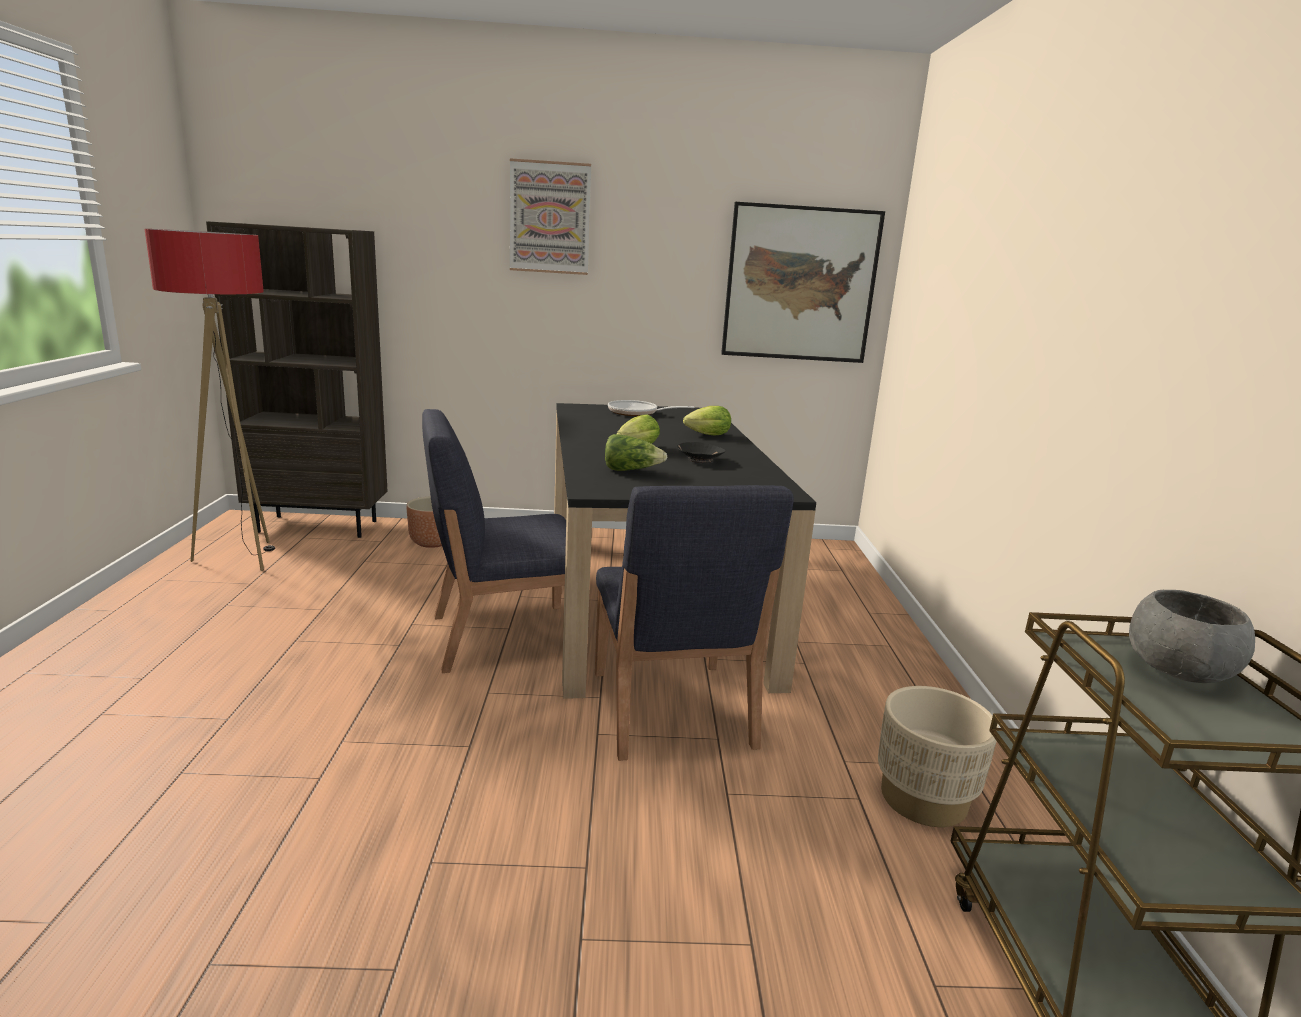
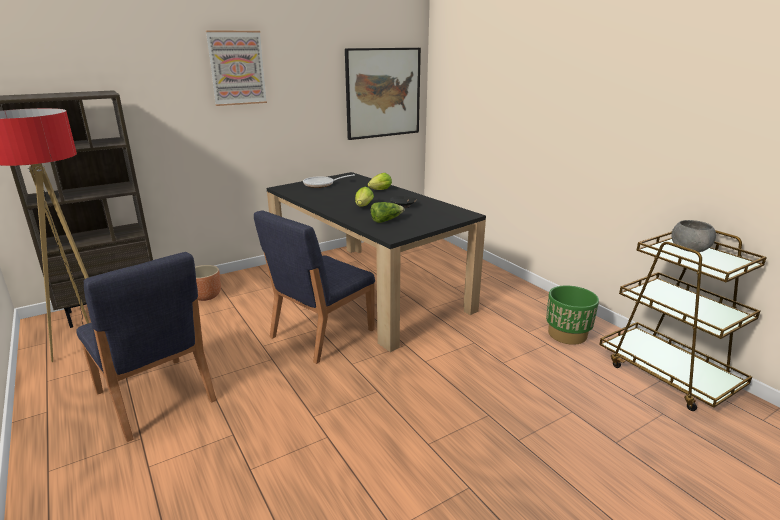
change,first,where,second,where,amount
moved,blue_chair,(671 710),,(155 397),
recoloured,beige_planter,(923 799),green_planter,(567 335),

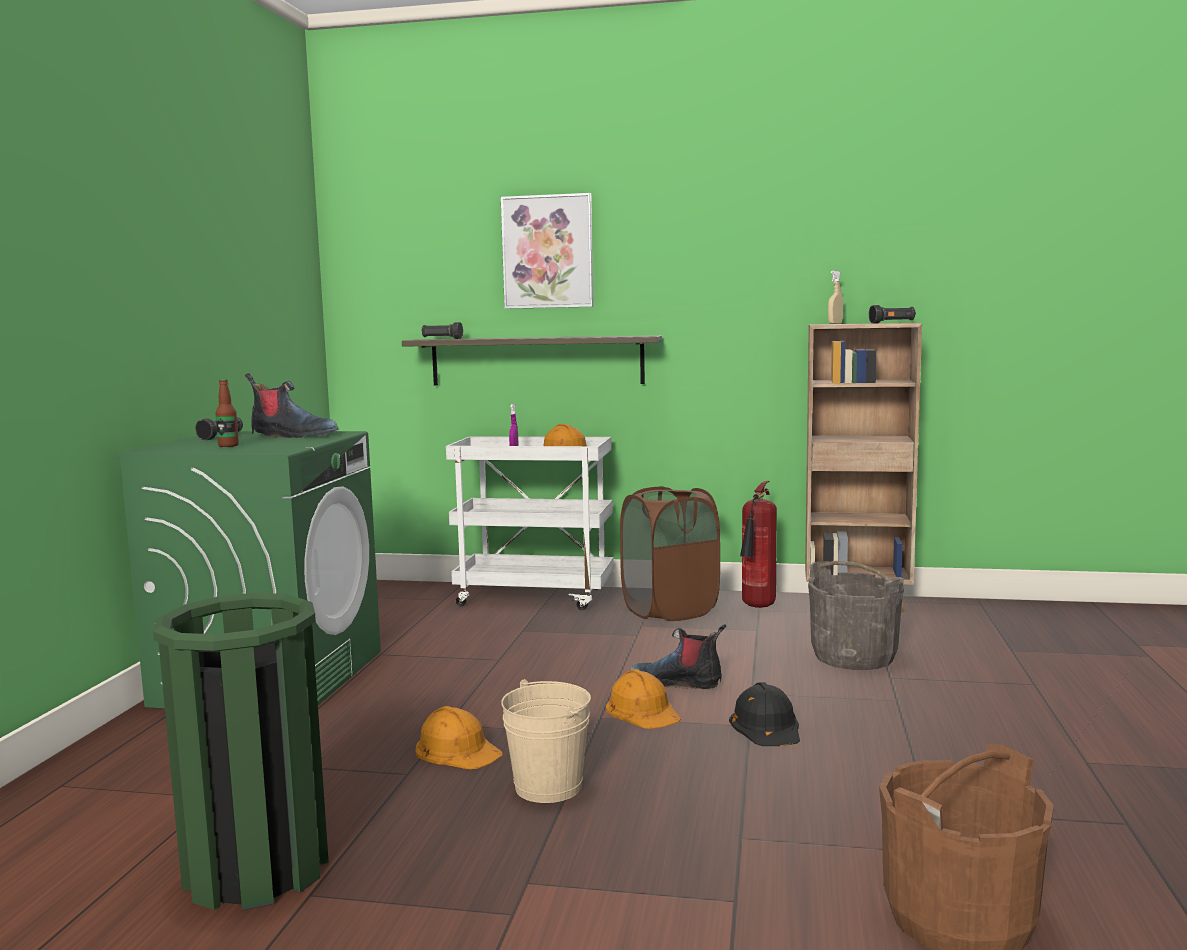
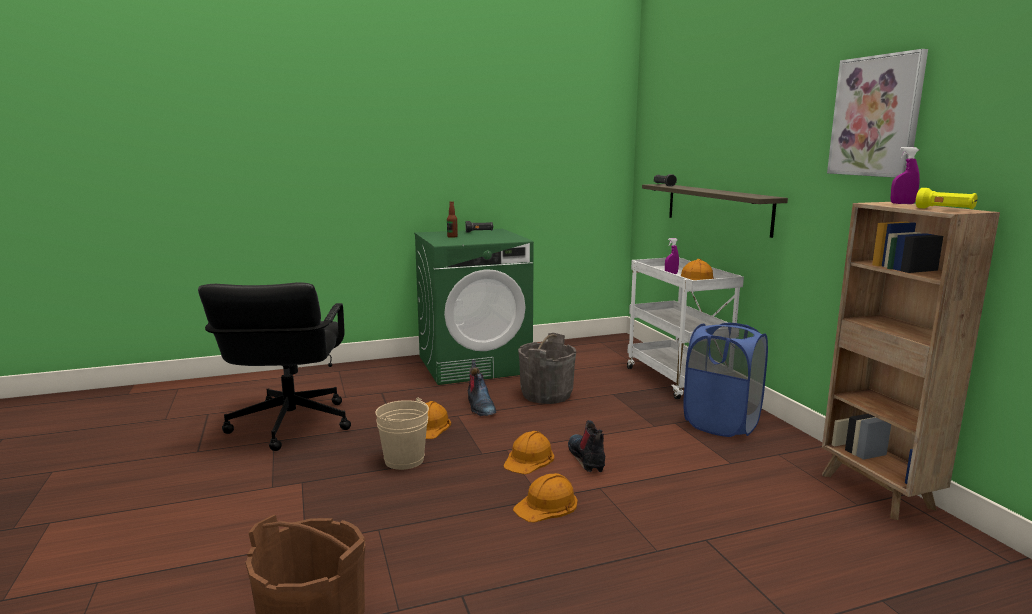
change,first,where,second,where,amount
removed,fire_extinguisher,(757 607),,,
moved,boot,(292 435),,(480 406),
moved,picture,(548 252),,(876 116),
moved,grey_bucket,(854 656),,(546 394),
replaced,green_trash_can,(256 869),black_office_chair,(289 425),
recoloured,brown_laundry_basket,(670 610),blue_laundry_basket,(721 424),
recoloured,black_hard_hat,(766 726),orange_hard_hat,(547 505),
recoloured,beige_spray_bottle,(835 323),purple_spray_bottle,(902 203),
recoloured,black_flashlight,(892 323),yellow_flashlight,(945 210),

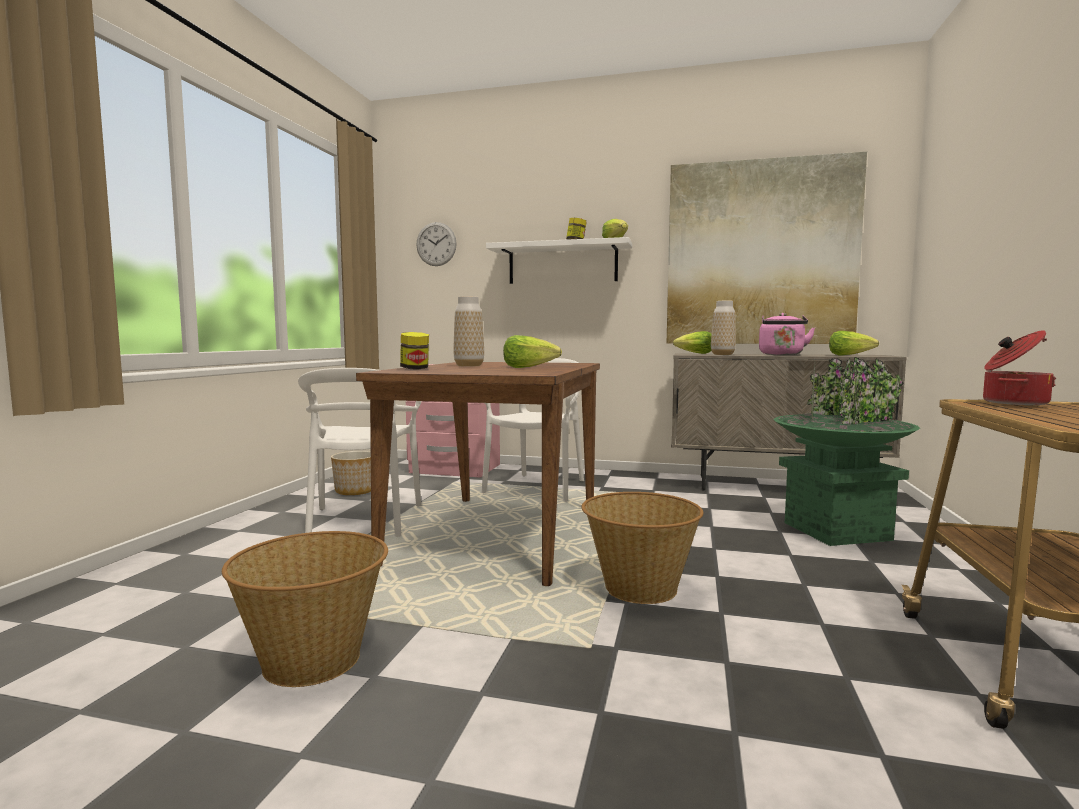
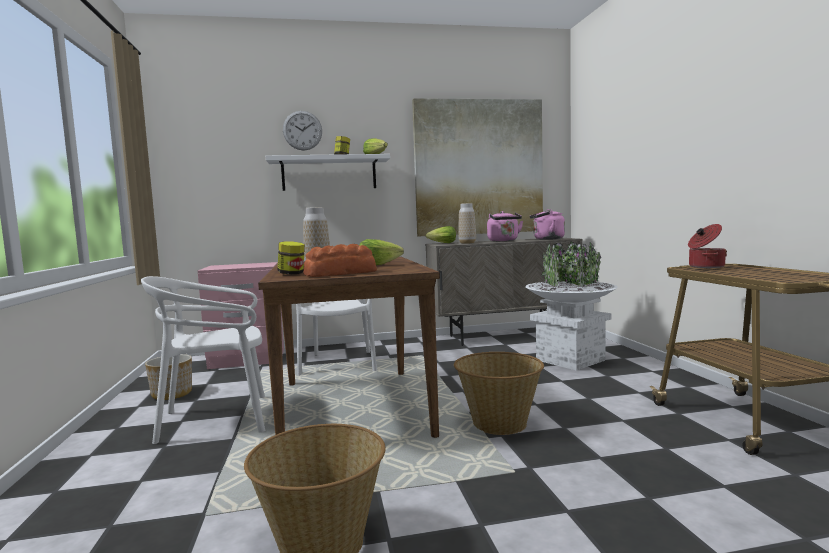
change,first,where,second,where,amount
added,,,bread,(341 273),
moved,wall_clock,(436 244),,(302 130),
replaced,lettuce,(850 355),pink_kettle,(546 239),
recoloured,green_planter,(836 531),white_planter,(570 360),
turned,white_chair,(363 521),,(216 419),105 degrees clockwise

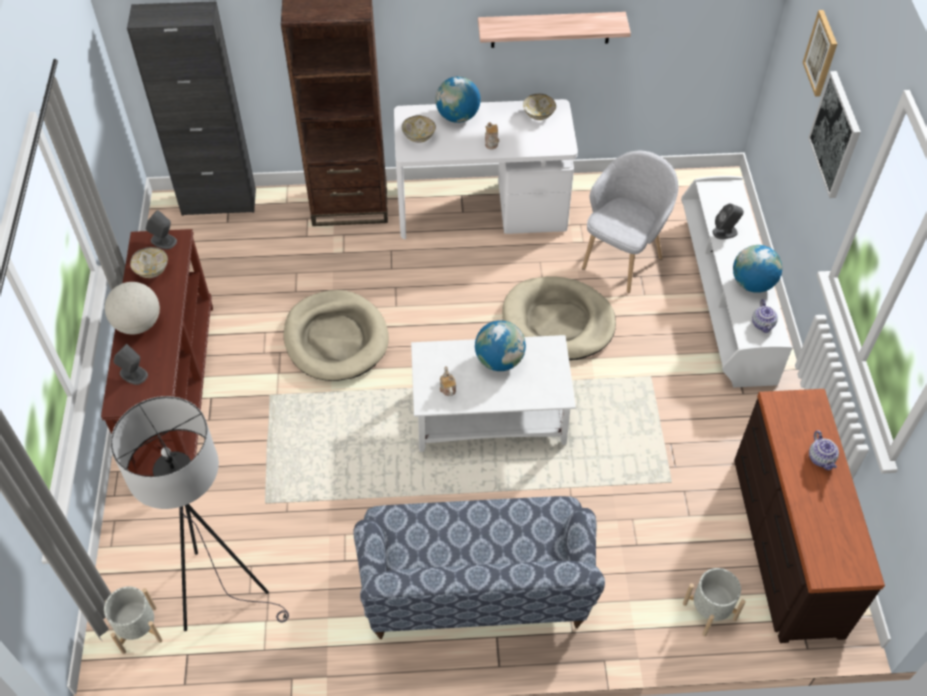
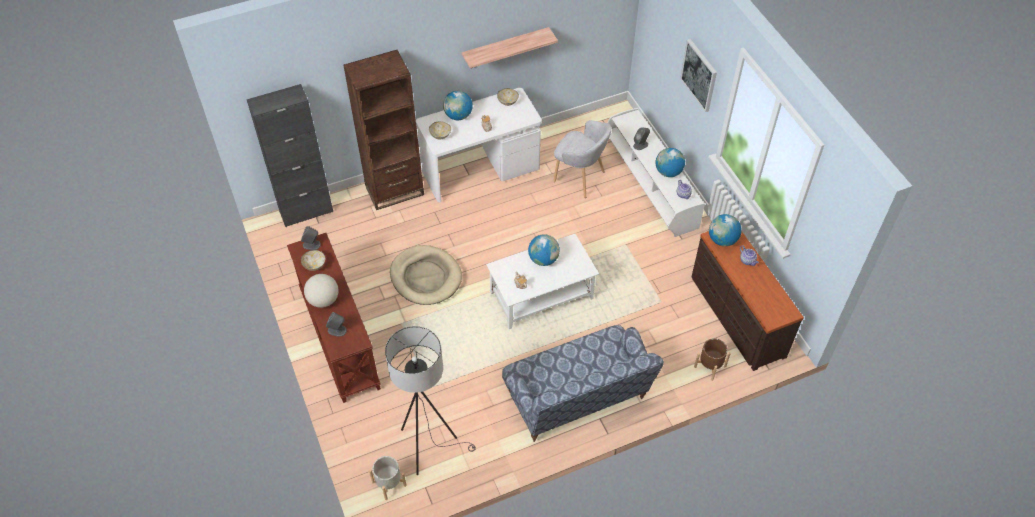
change,first,where,second,where,amount
removed,beige_dog_bed,(557 322),,,
removed,picture,(821 53),,,
added,,,globe,(722 240),
recoloured,grey_planter,(709 611),brown_planter,(710 366),
turned,grey_armchair,(622 260),,(580 178),105 degrees clockwise

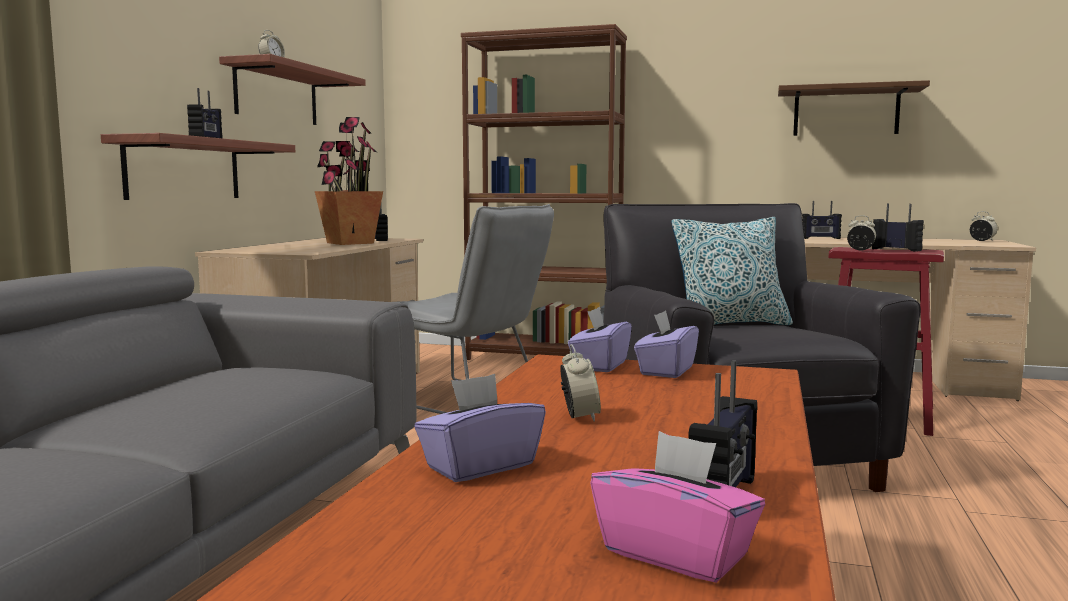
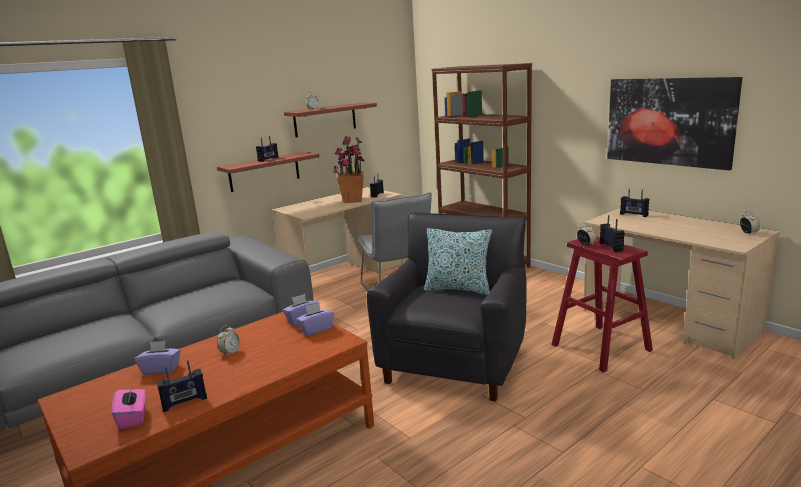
change,first,where,second,where,amount
replaced,brown_shelf,(846 112),picture,(669 121),

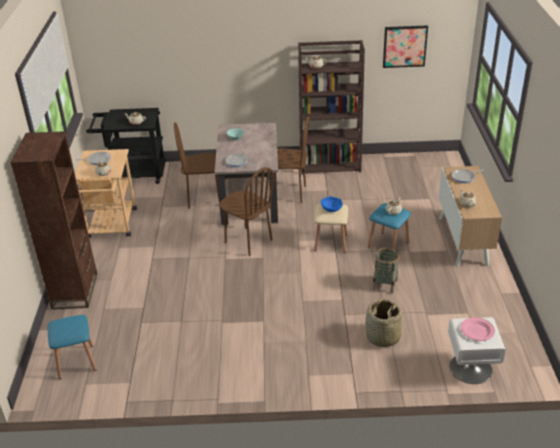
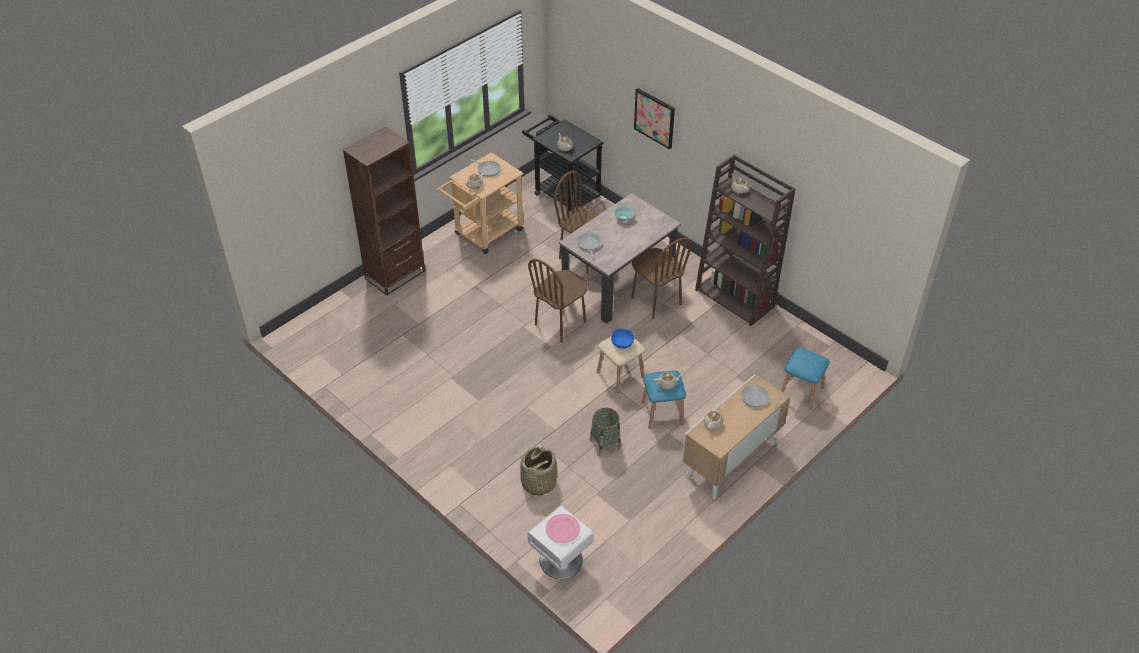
change,first,where,second,where,amount
moved,blue_stool,(76 361),,(801 392),
moved,picture,(404 46),,(655 118),
turned,brown_chair,(248 241),,(560 323),45 degrees clockwise

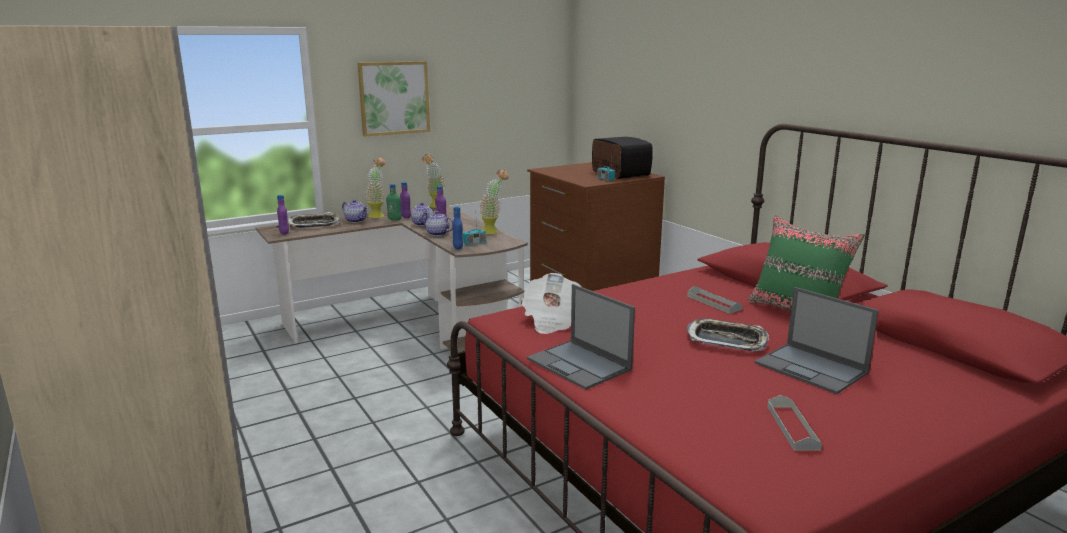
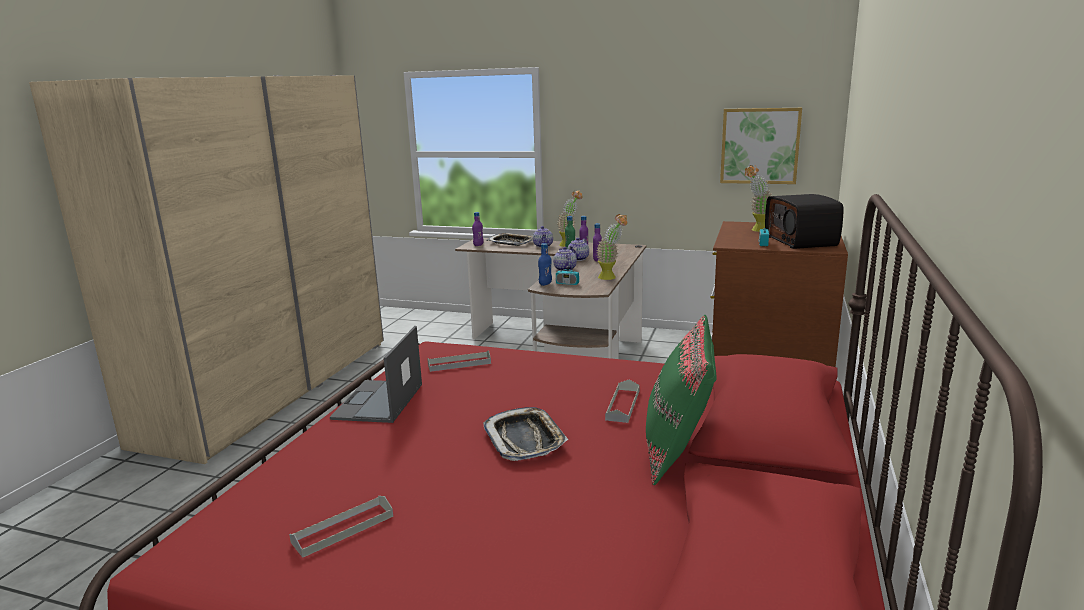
change,first,where,second,where,amount
removed,laptop,(812 368),,,
moved,picture,(394 98),,(760 146),
moved,potted_plant,(435 207),,(756 230),
replaced,newspaper,(552 320),grey_tray,(459 364),
turned,radio,(619 173),,(802 241),150 degrees clockwise

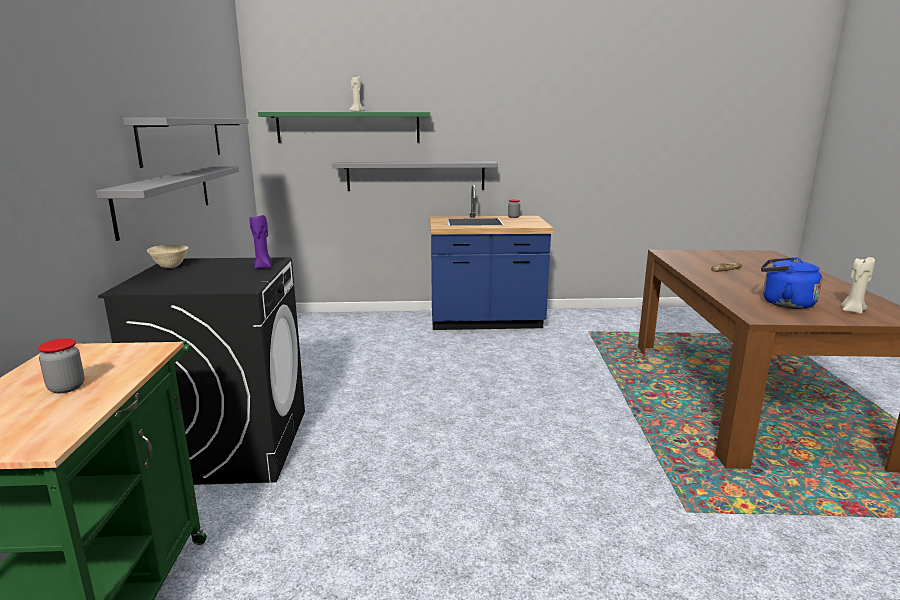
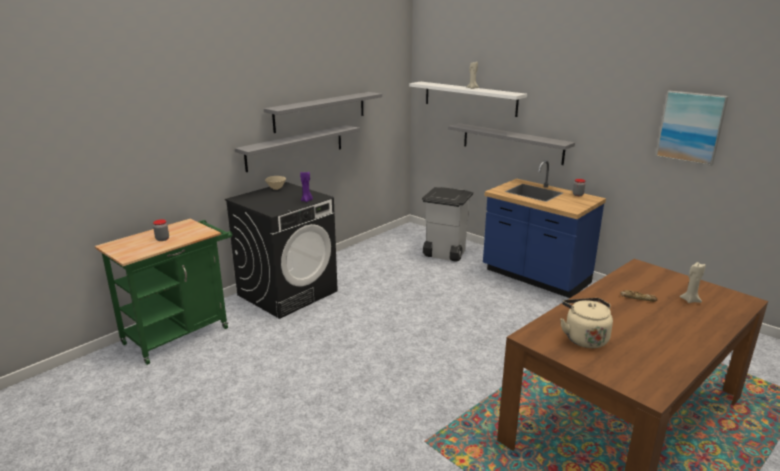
change,first,where,second,where,amount
added,,,grey_trash_can,(444 254),
added,,,picture,(690 127),
moved,beige_candle,(852 311),,(690 300),
recoloured,green_shelf,(348 127),white_shelf,(469 98),
recoloured,blue_kettle,(784 303),beige_kettle,(584 338),

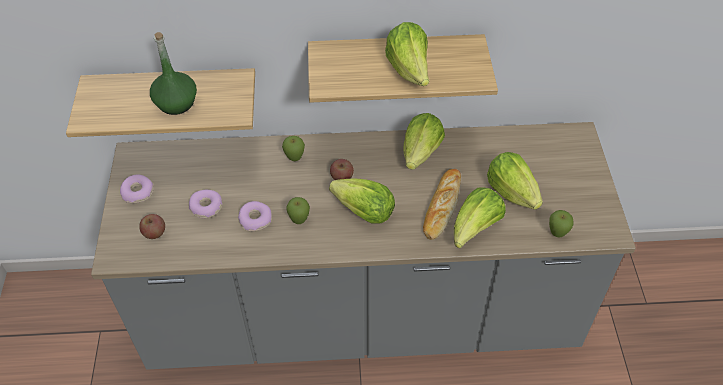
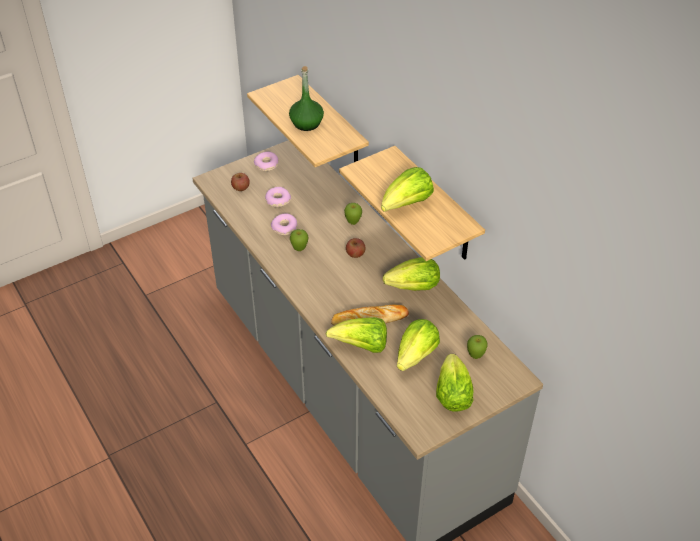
change,first,where,second,where,amount
moved,lettuce,(364 212),,(452 395),
moved,apple,(557 234),,(475 356),

